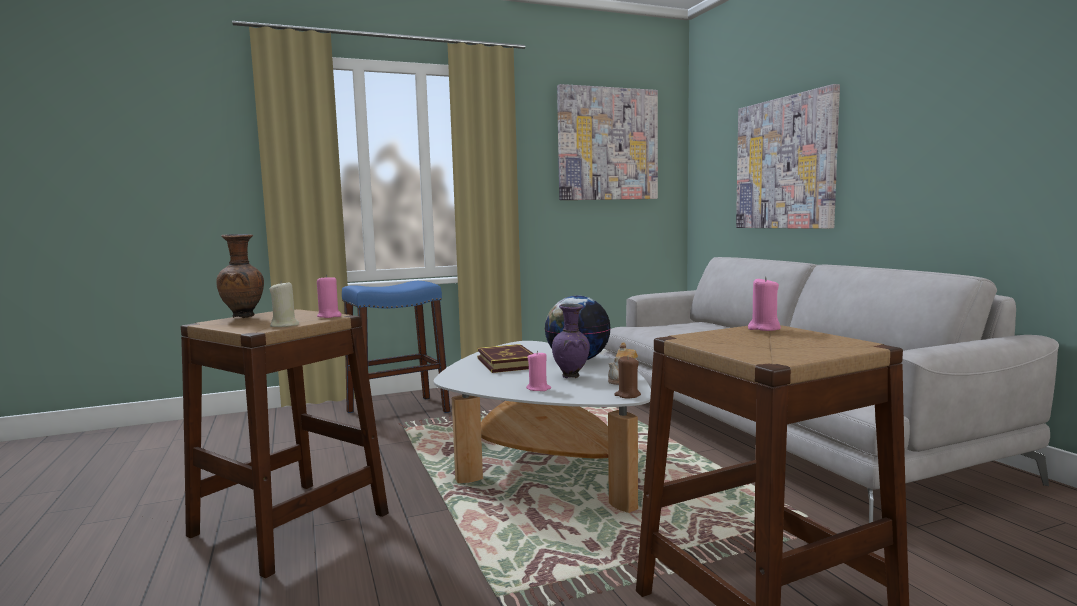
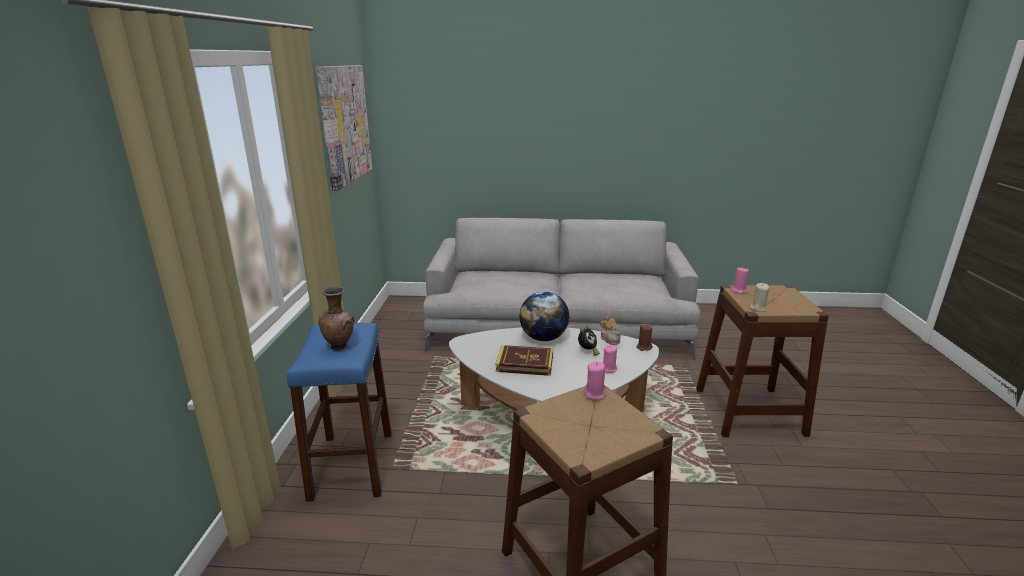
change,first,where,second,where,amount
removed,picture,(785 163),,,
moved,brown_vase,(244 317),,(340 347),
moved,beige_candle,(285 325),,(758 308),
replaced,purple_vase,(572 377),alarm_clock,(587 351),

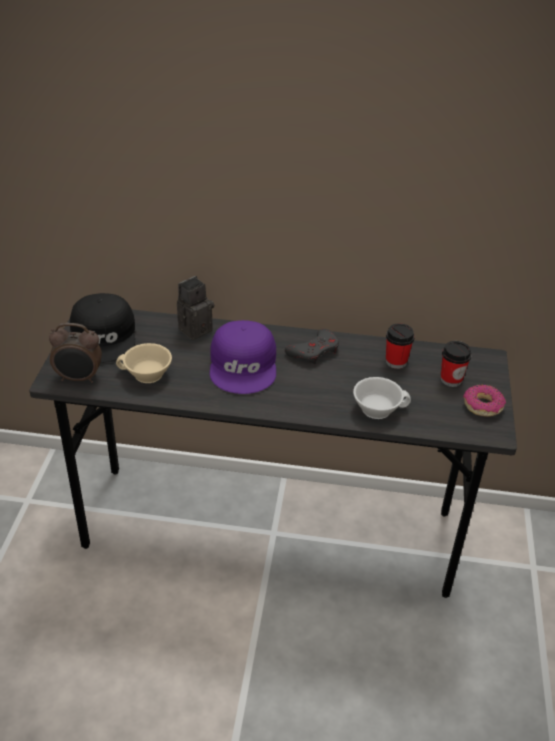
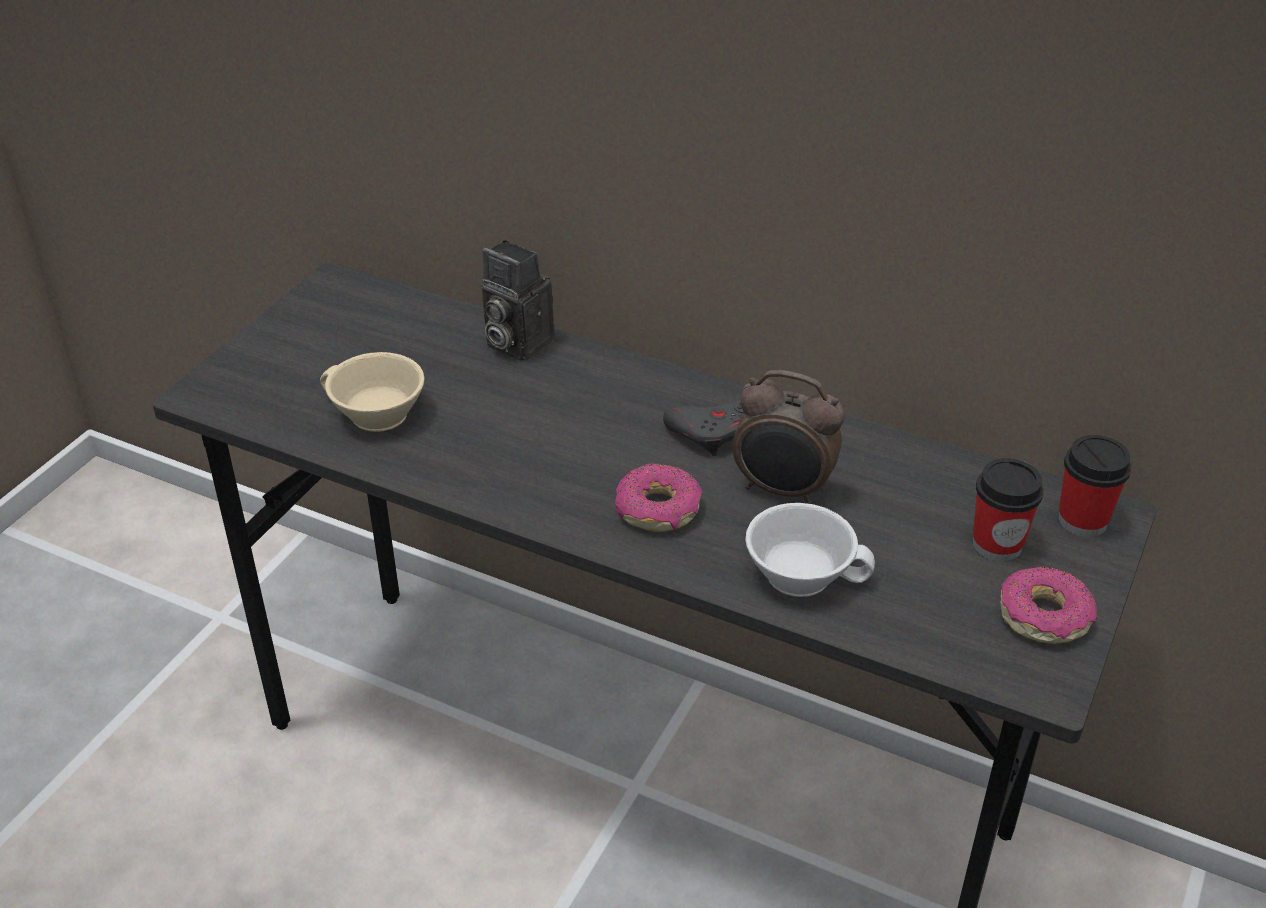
change,first,where,second,where,amount
removed,black_cap,(104 336),,,
removed,purple_cap,(244 365),,,
added,,,donut,(658 510),
moved,alarm_clock,(79 378),,(782 490),
moved,cup,(396 361),,(1082 520),
turned,photo_camera,(195 328),,(514 343),120 degrees counterclockwise

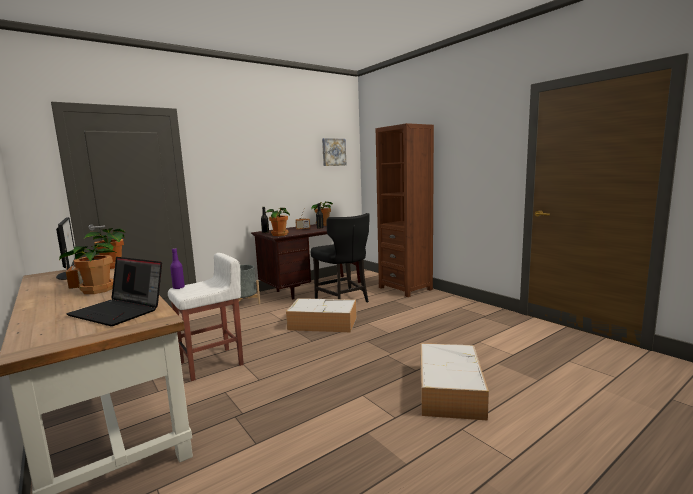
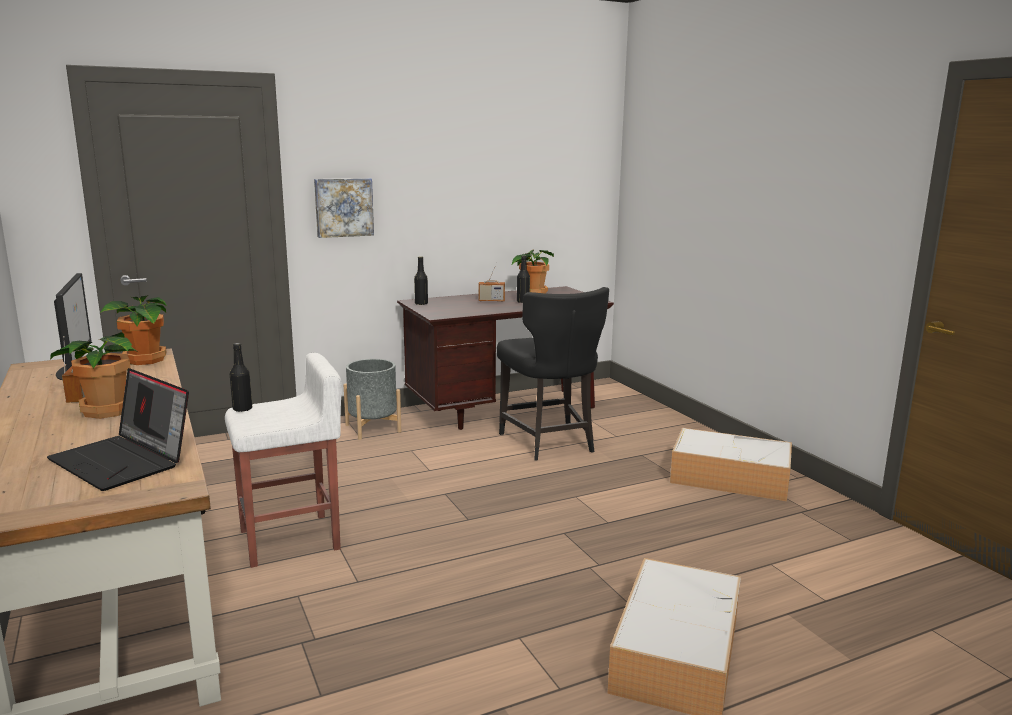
change,first,where,second,where,amount
removed,potted_plant,(279 235),,,
removed,brown_bookcase,(405 288),,,
moved,storage_box,(324 323),,(731 478),
moved,picture,(333 152),,(343 207),
recoloured,purple_bottle,(178 287),black_bottle,(242 409),

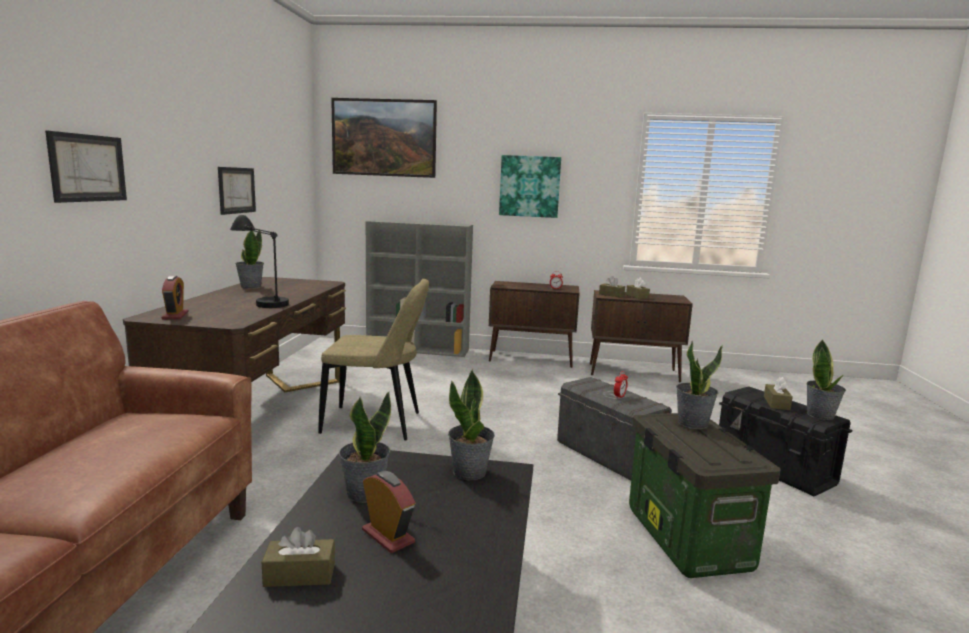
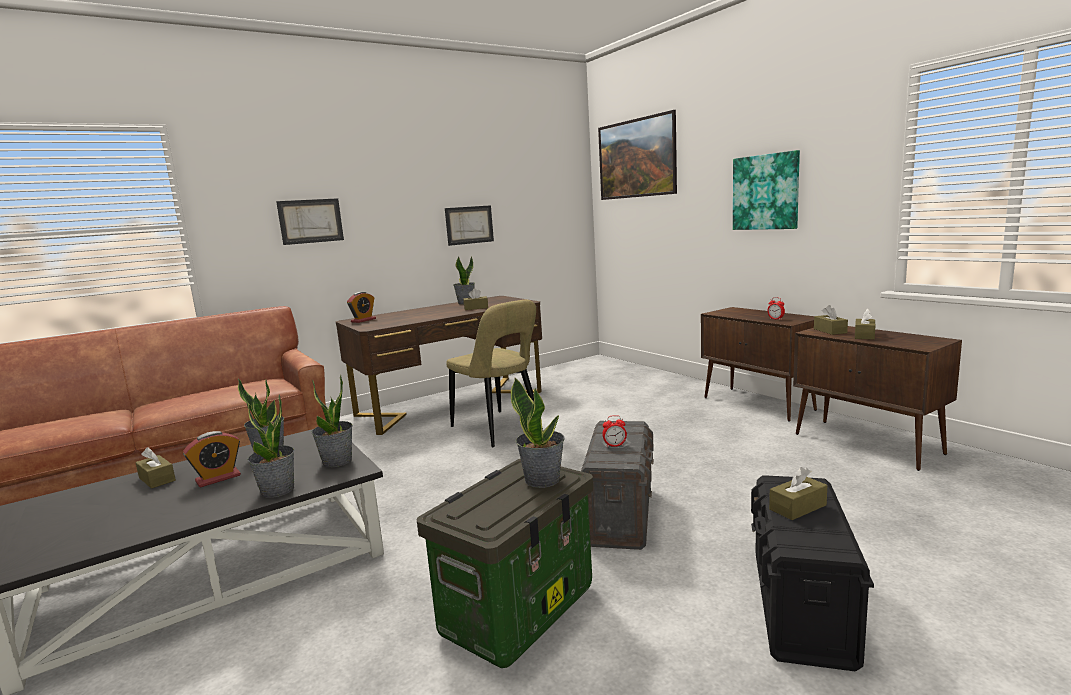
change,first,where,second,where,amount
removed,black_table_lamp,(260 300),,,
removed,grey_bookcase,(419 349),,,
added,,,brown_tissue_box,(476 308),
moved,potted_plant,(820 415),,(277 490),
turned,alarm_clock,(388 536),,(218 478),45 degrees clockwise

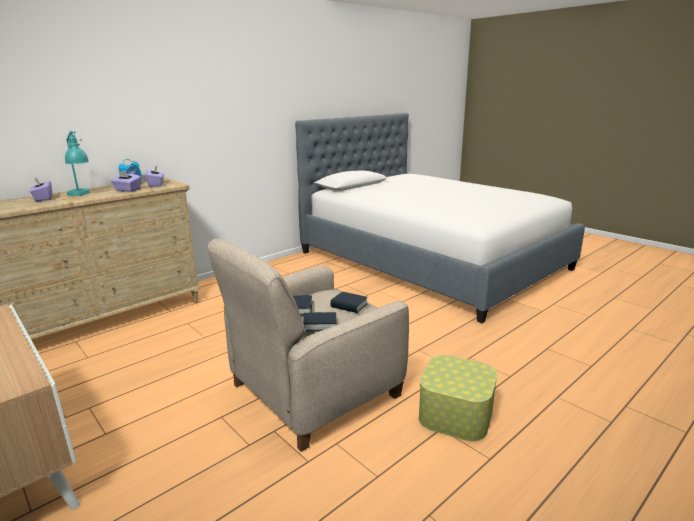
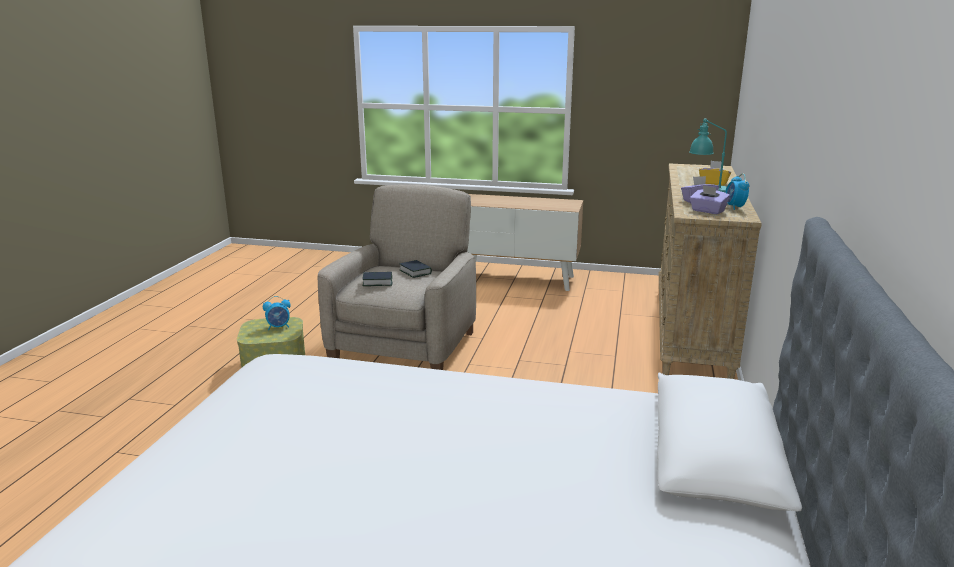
change,first,where,second,where,amount
removed,book,(320 325),,,
added,,,alarm_clock,(279 327),
recoloured,purple_tissue_box,(43 199),yellow_tissue_box,(713 183),

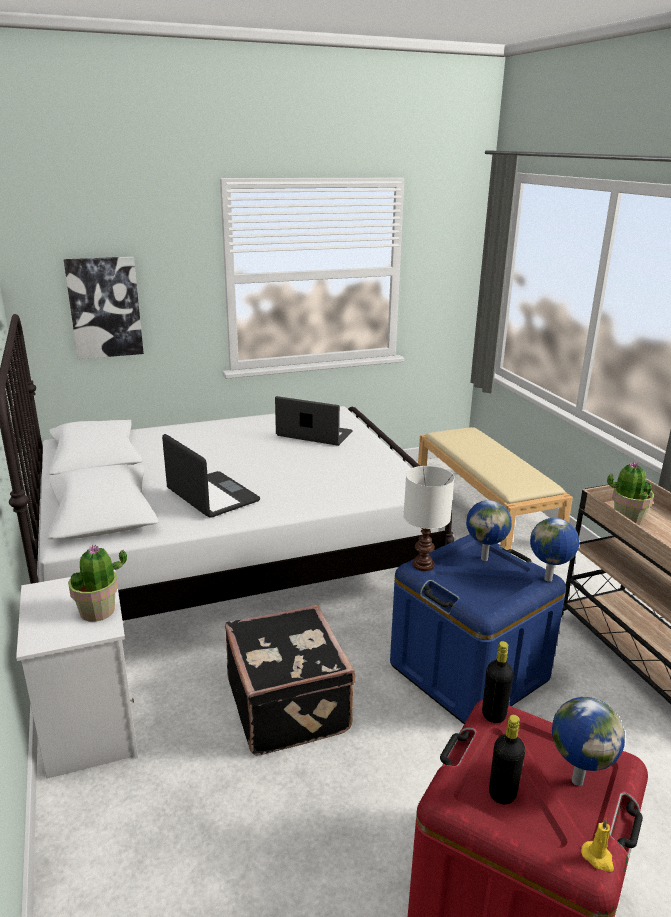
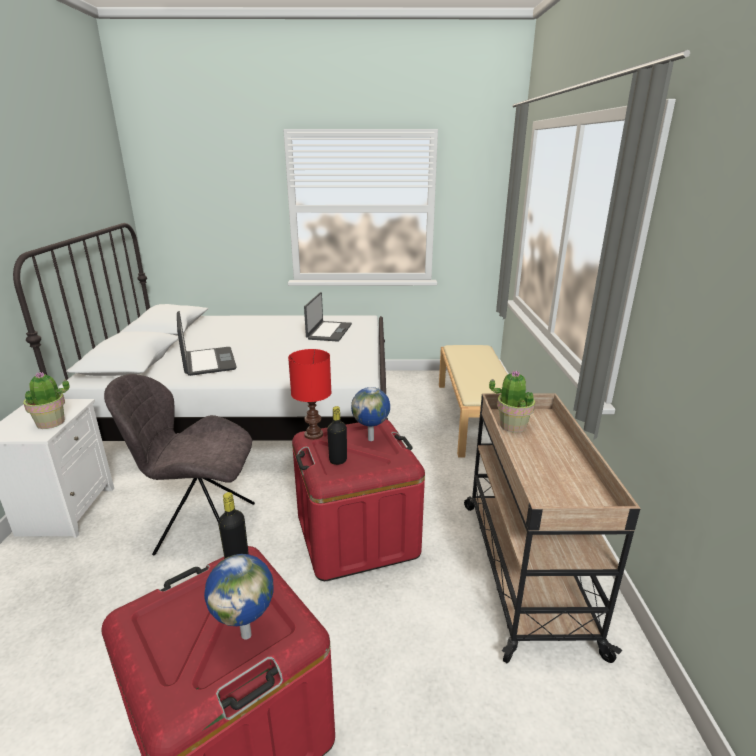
change,first,where,second,where,amount
removed,picture,(105 307),,,
removed,globe,(549 580),,,
removed,yellow_candle,(598 858),,,
moved,black_bottle,(502 793),,(338 460),
replaced,black_suitcase,(290 705),grey_chair,(202 527),
recoloured,blue_storage_box,(468 671),red_storage_box,(356 535),
recoloured,white_table_lamp,(424 565),red_table_lamp,(314 435),
turned,laptop,(314 434),,(328 331),60 degrees clockwise

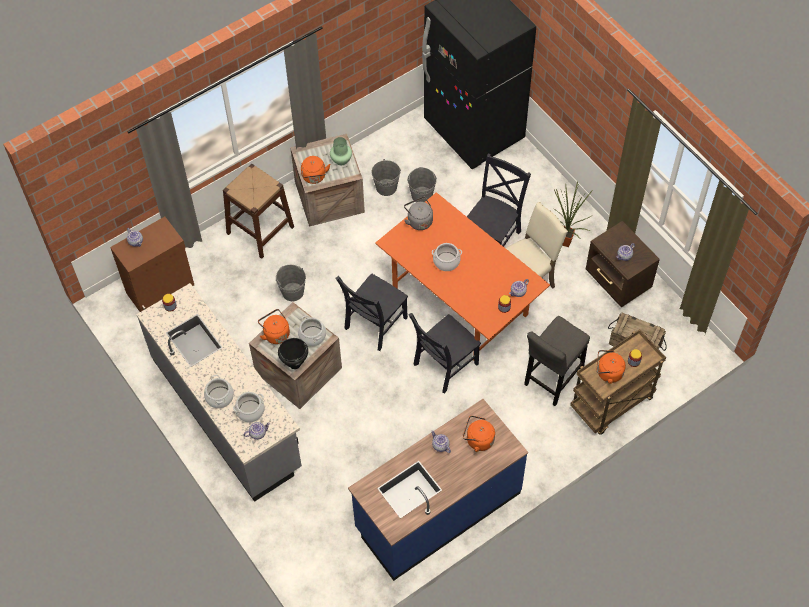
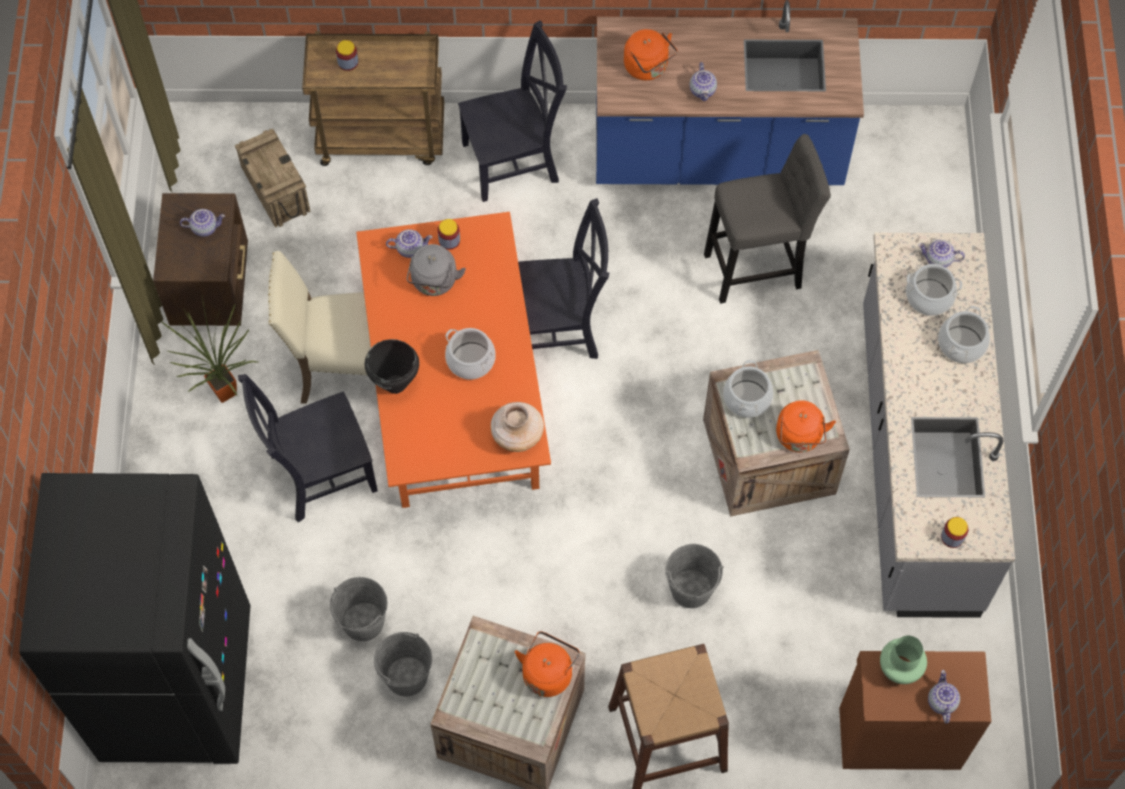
change,first,where,second,where,amount
removed,orange_kettle,(608 373),,,
added,,,beige_vase,(517 435),
moved,black_cooking_pot,(294 364),,(395 385),
moved,green_vase,(341 160),,(900 669),
moved,black_chair,(374 325),,(515 161),
moved,grey_kettle,(419 220),,(434 282),
moved,grey_stool,(552 380),,(758 268),

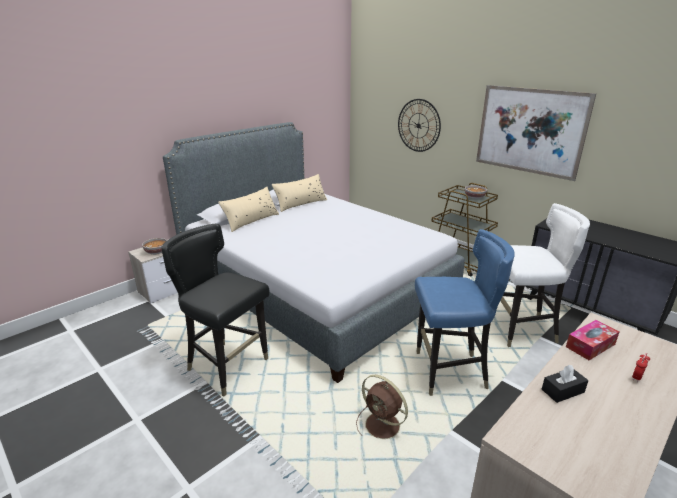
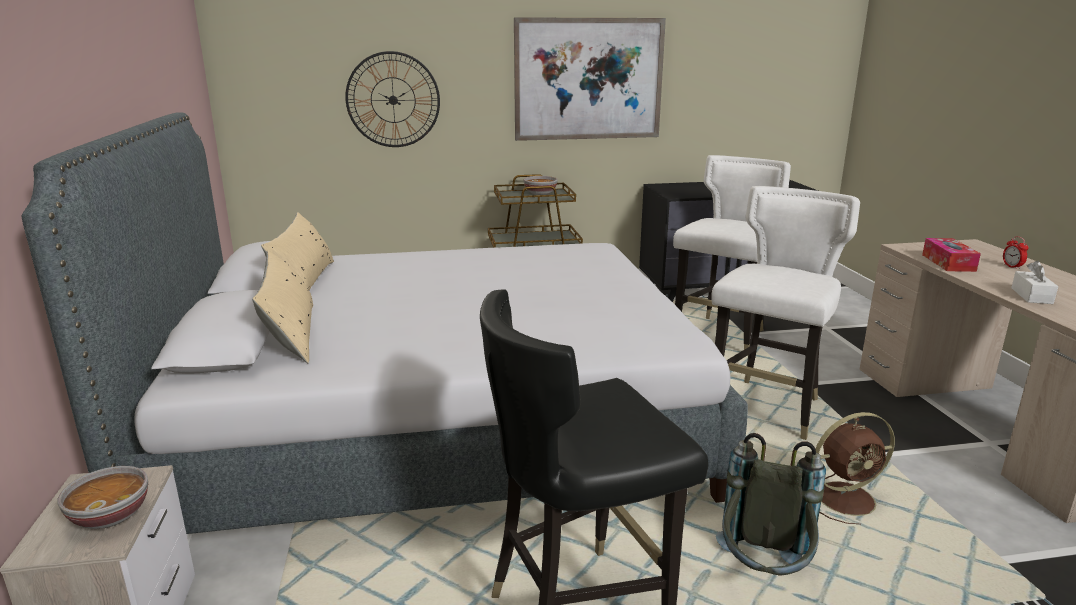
change,first,where,second,where,amount
added,,,grey_backpack,(762 576),
recoloured,blue_chair,(449 372),white_chair,(767 409),
recoloured,black_tissue_box,(562 391),white_tissue_box,(1031 296),

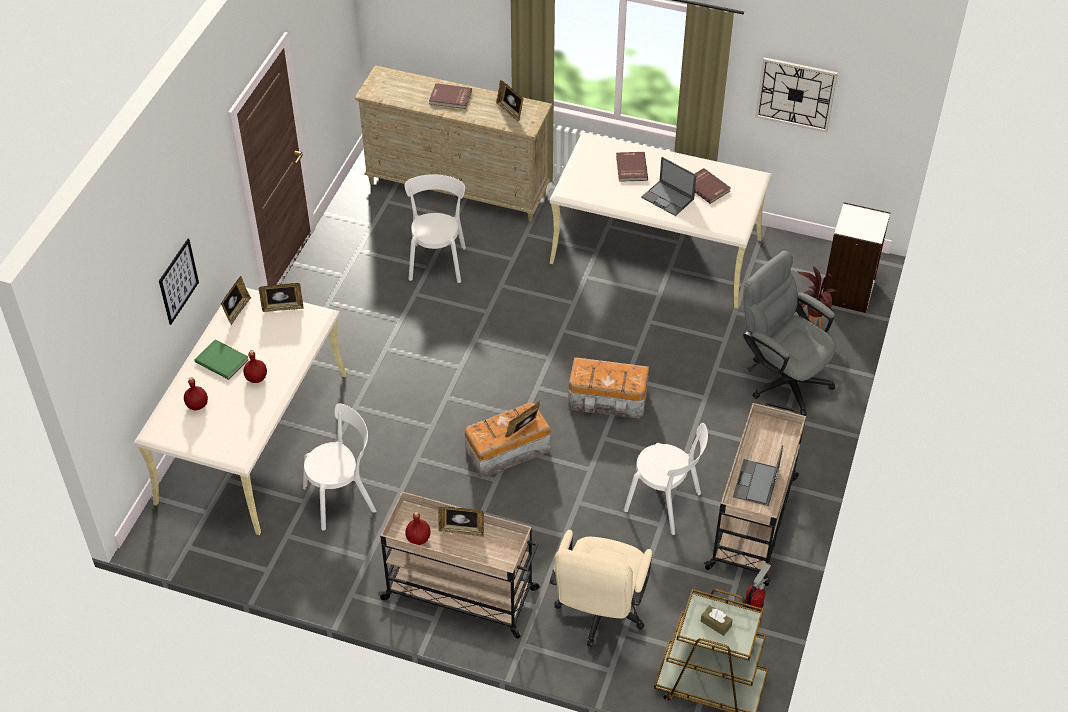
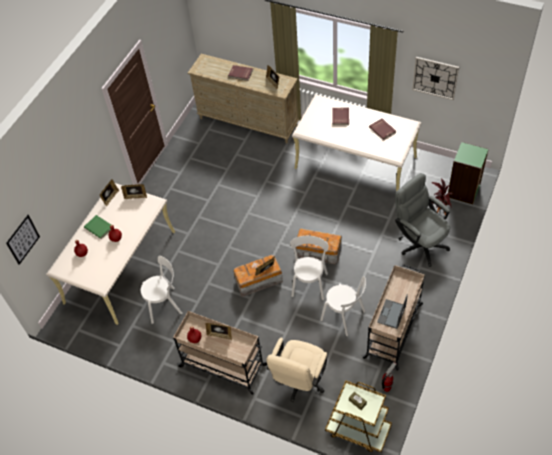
change,first,where,second,where,amount
removed,laptop,(668 198),,,
moved,picture,(178 281),,(23 239),
moved,white_chair,(437 261),,(309 283),
recoloured,white_bookcase,(848 291),green_bookcase,(464 191),

